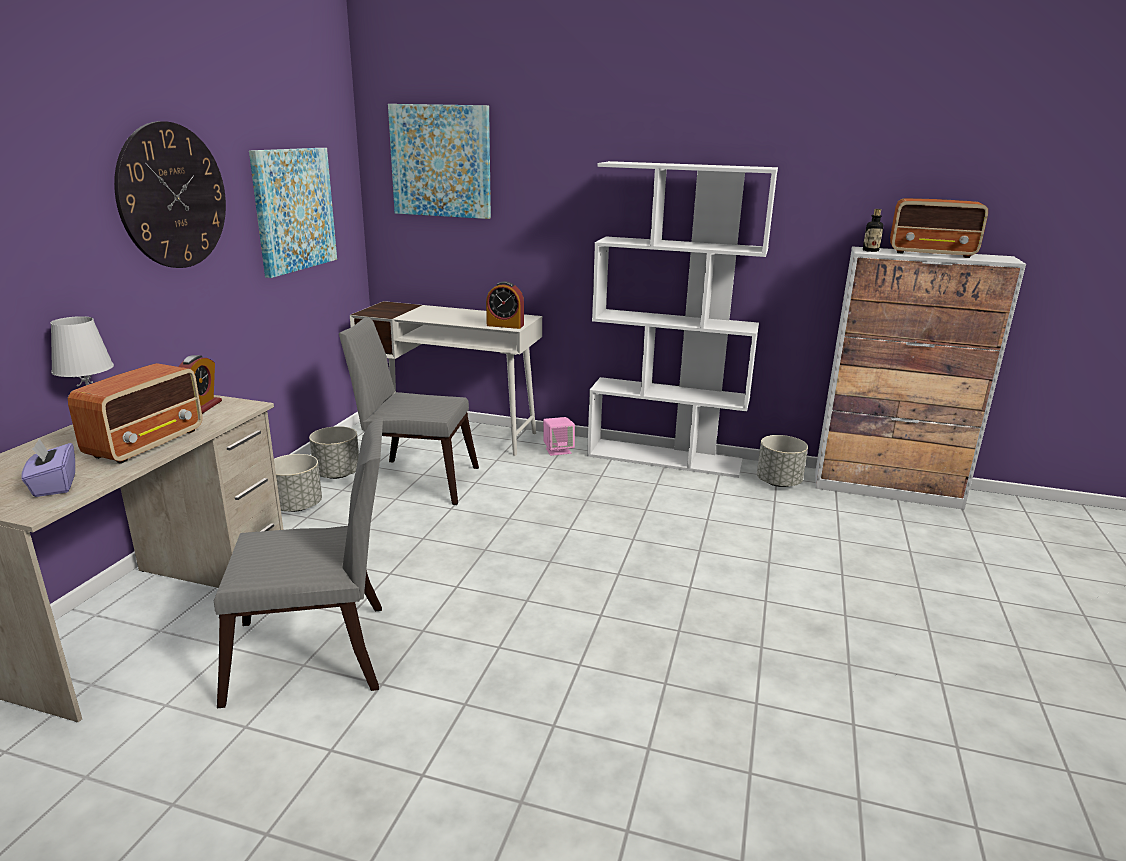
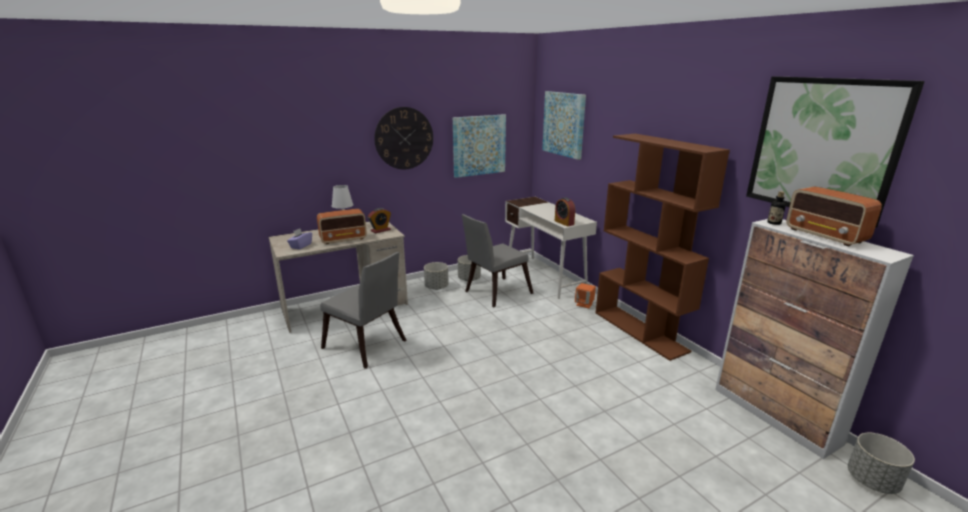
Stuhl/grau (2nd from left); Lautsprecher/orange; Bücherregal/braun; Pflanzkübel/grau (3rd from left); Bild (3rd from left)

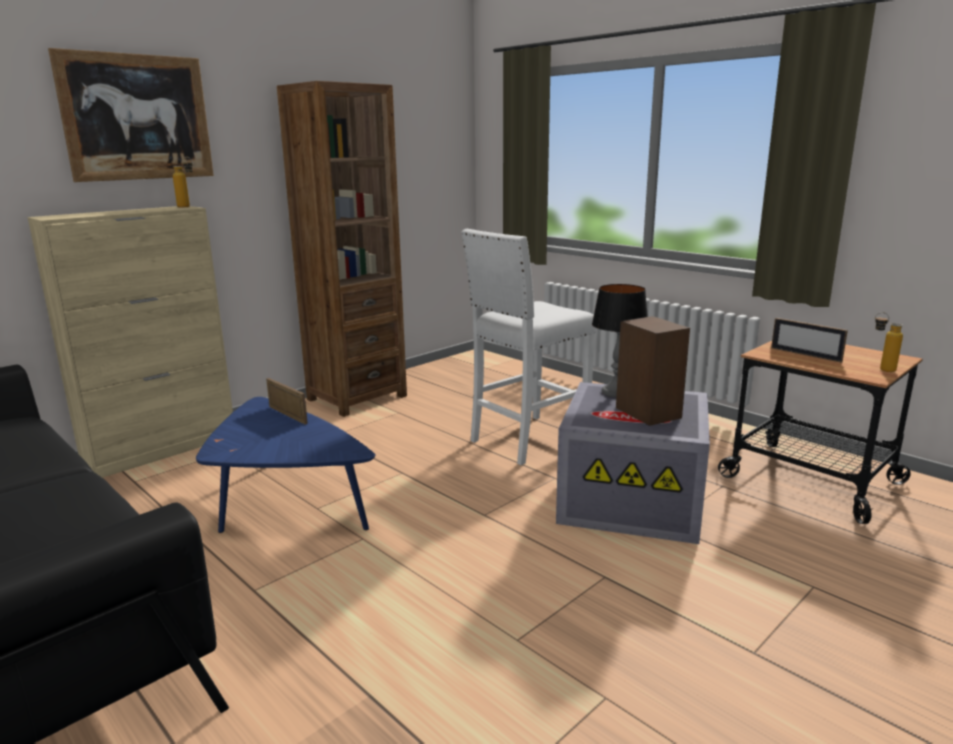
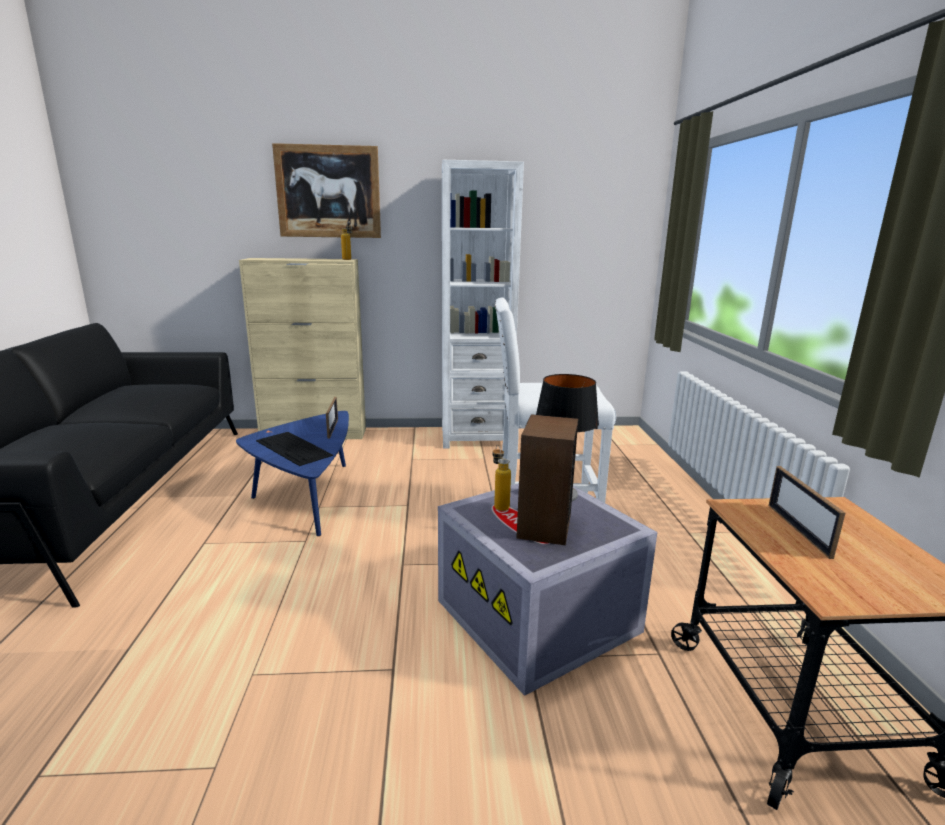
Bücherregal/weiß; Flasche (2nd from left); Tastatur

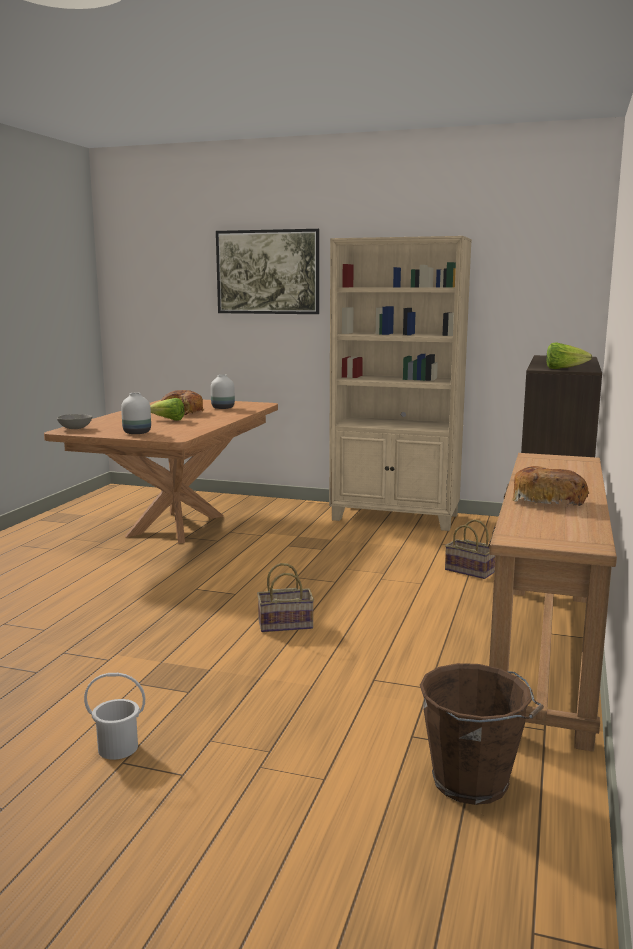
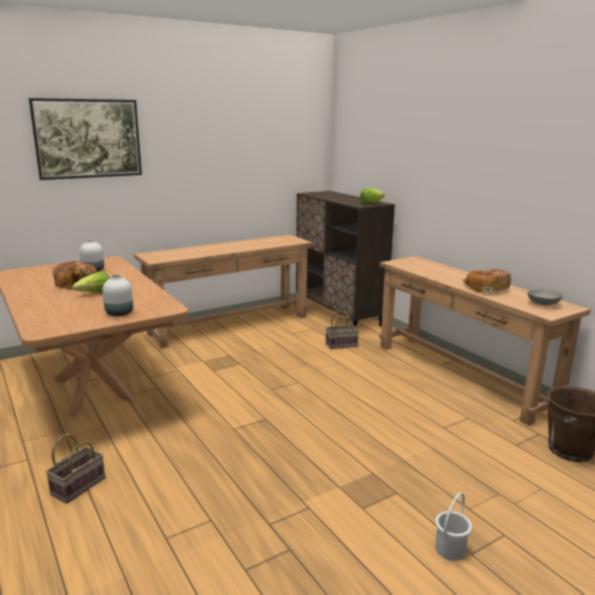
Schüssel/grau; Korb (1st from left); Konsolentisch/braun (1st from left)

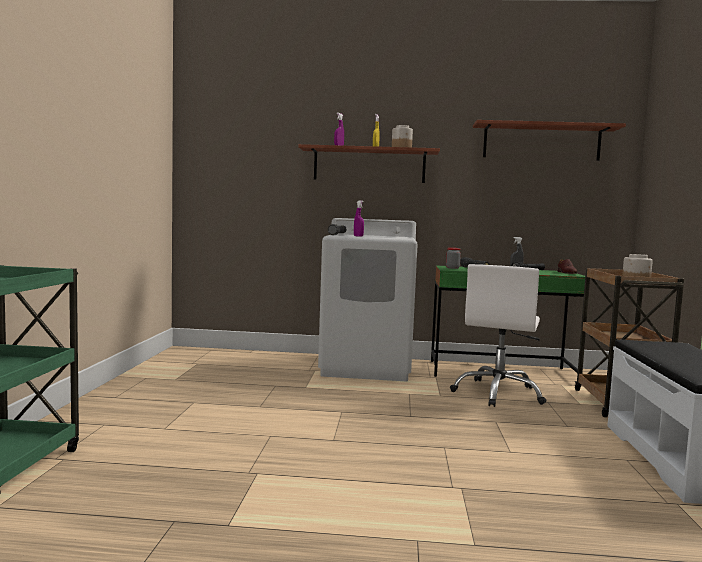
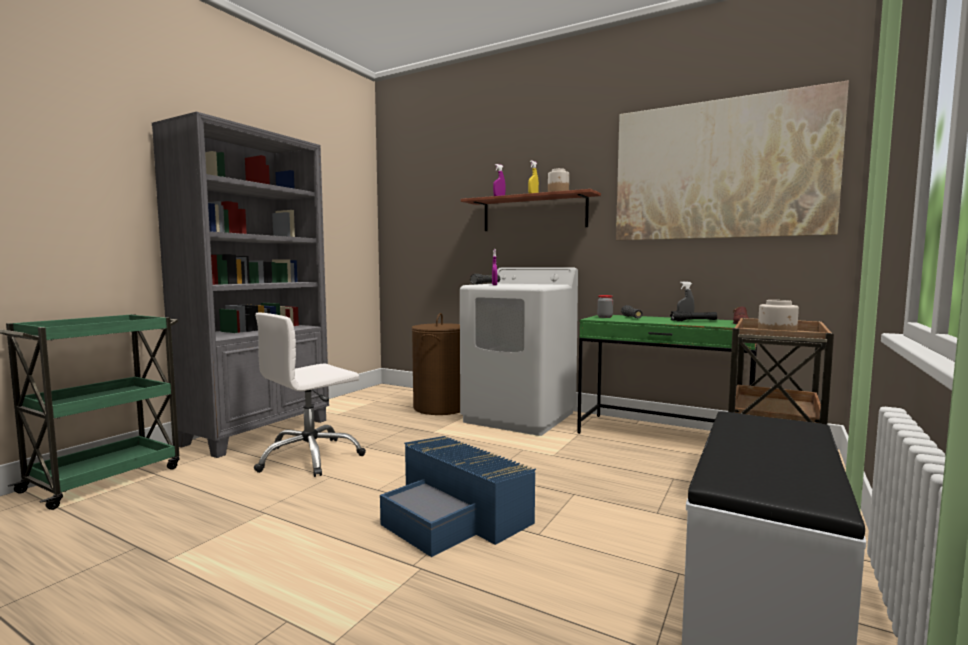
Bürostuhl/weiß; Bild; Bücherregal/grau; Aufbewahrungsbox/blau; Wäschekorb/braun

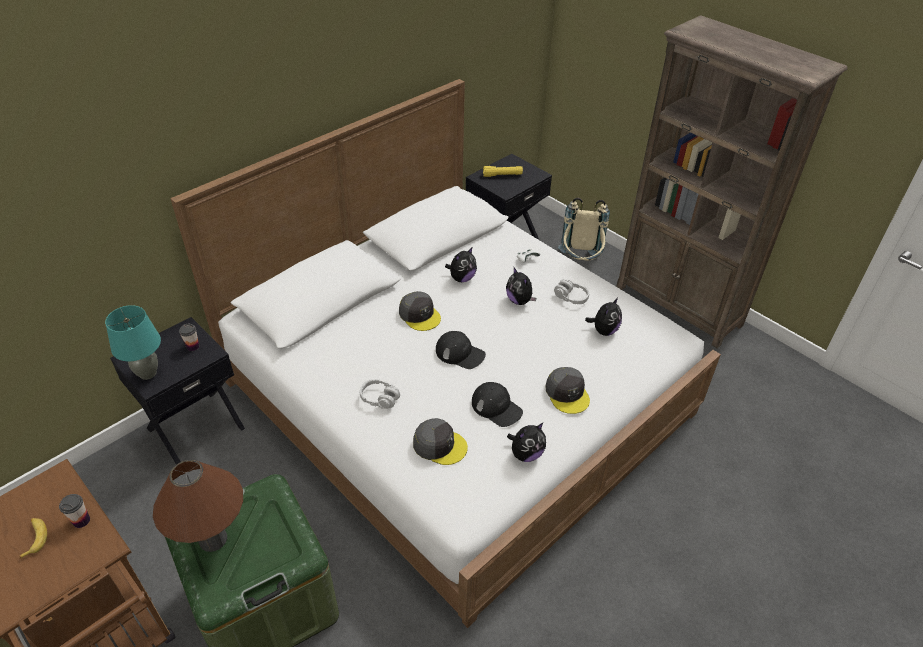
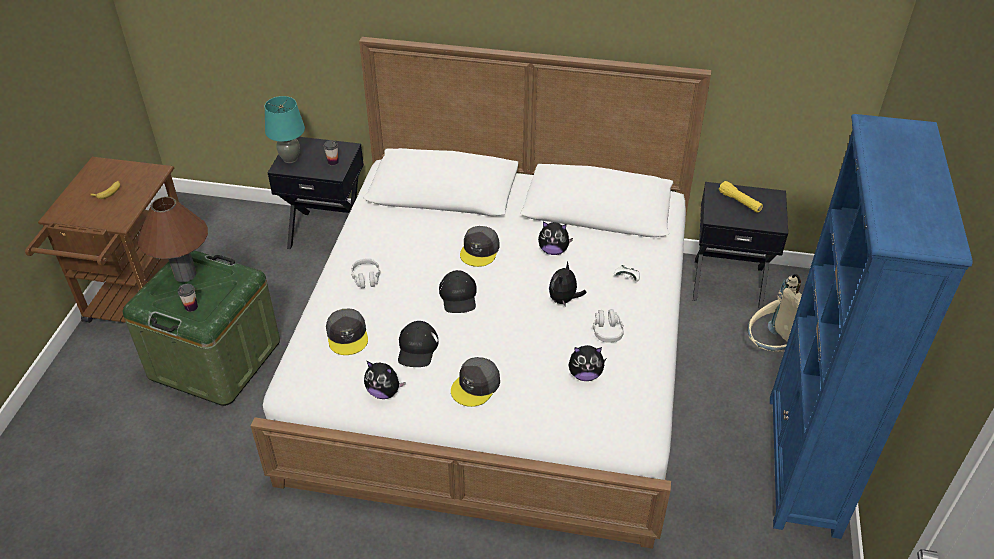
Tasse (1st from left); Bücherregal/blau

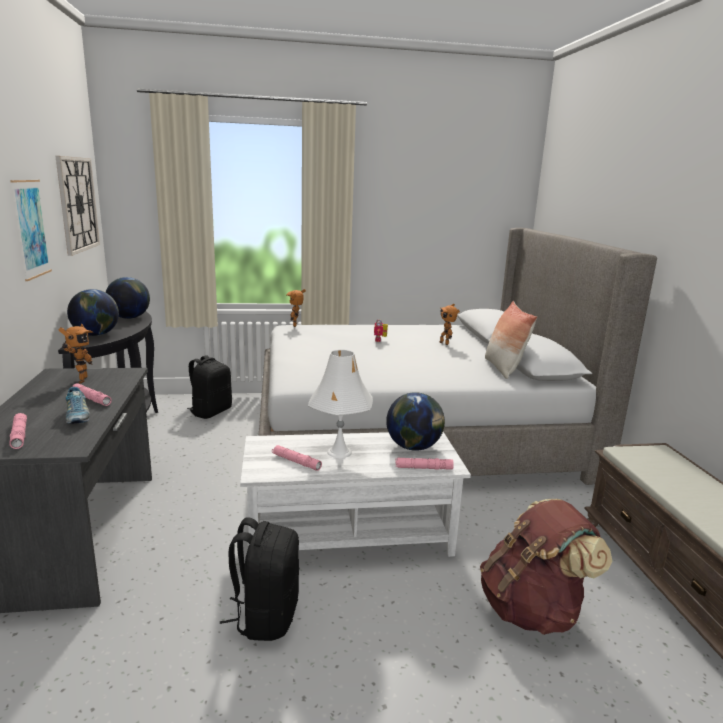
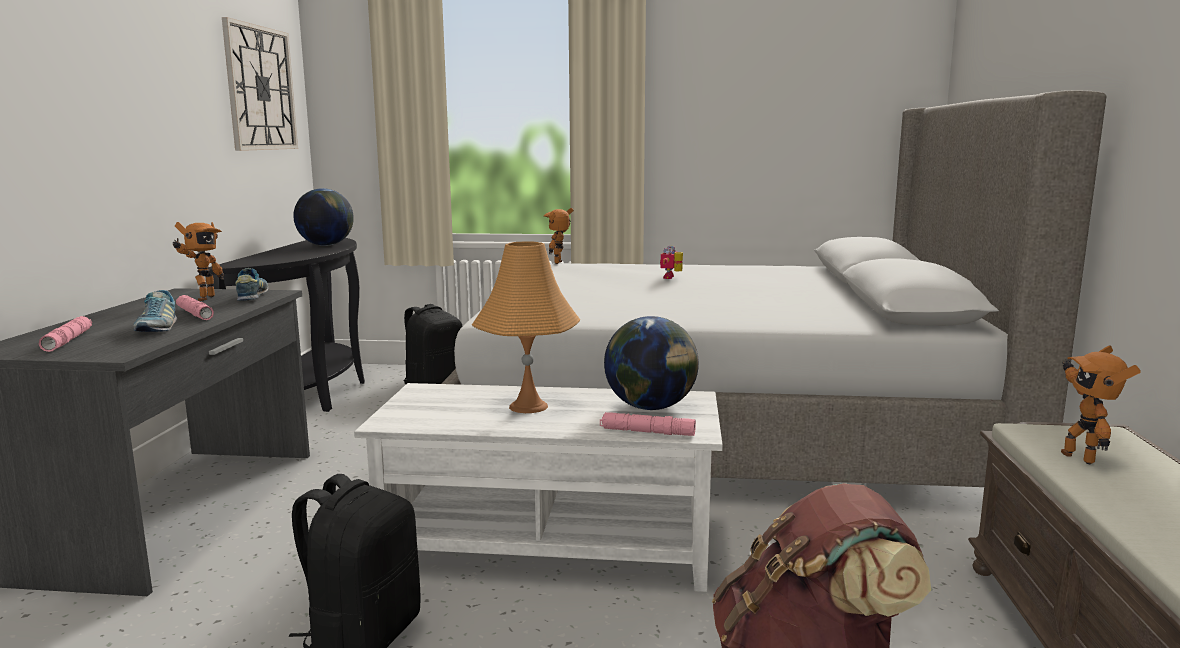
Bild; Globus (1st from left in the first image); Taschenlampe/rosa (3rd from left in the first image); Tischlampe/orange; Spielzeugroboter (4th from left); Kissen; Schuh (2nd from left)

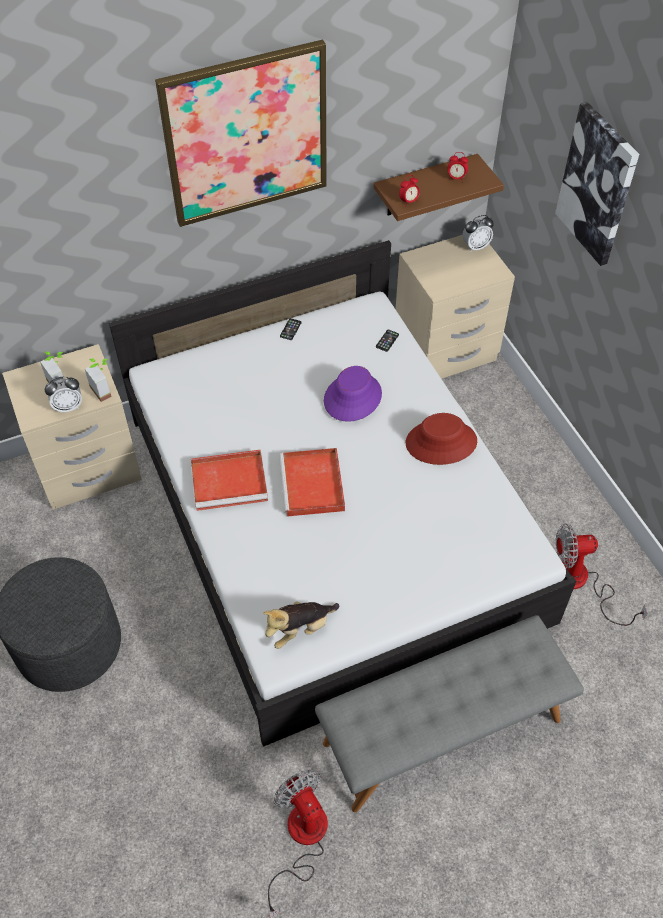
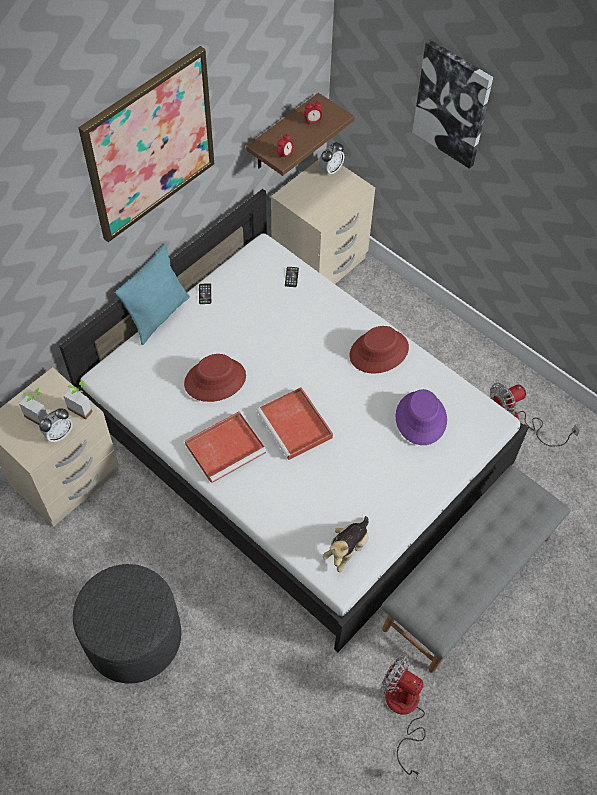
Hut/lila; Kissen/türkis; Hut/rot (1st from left)

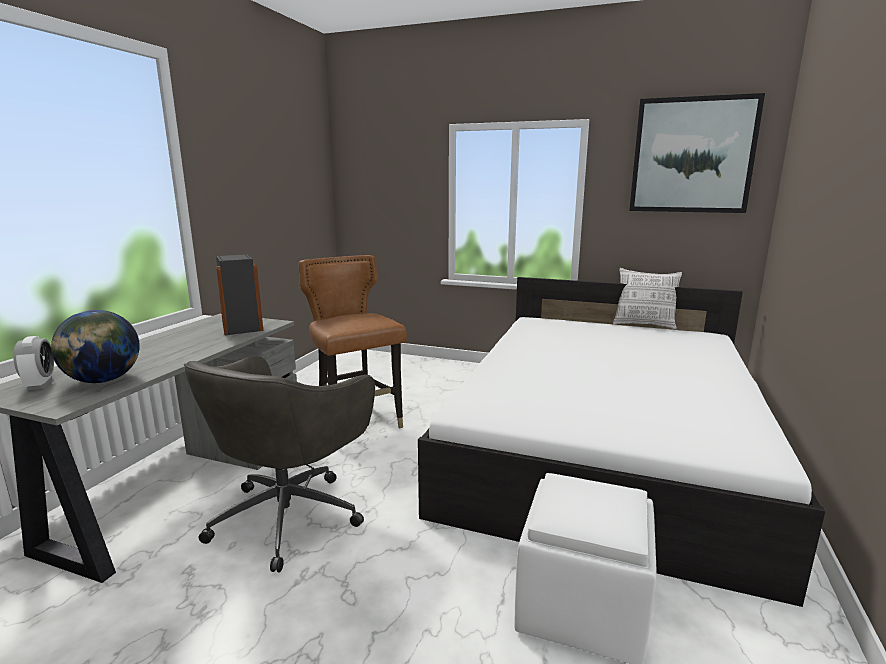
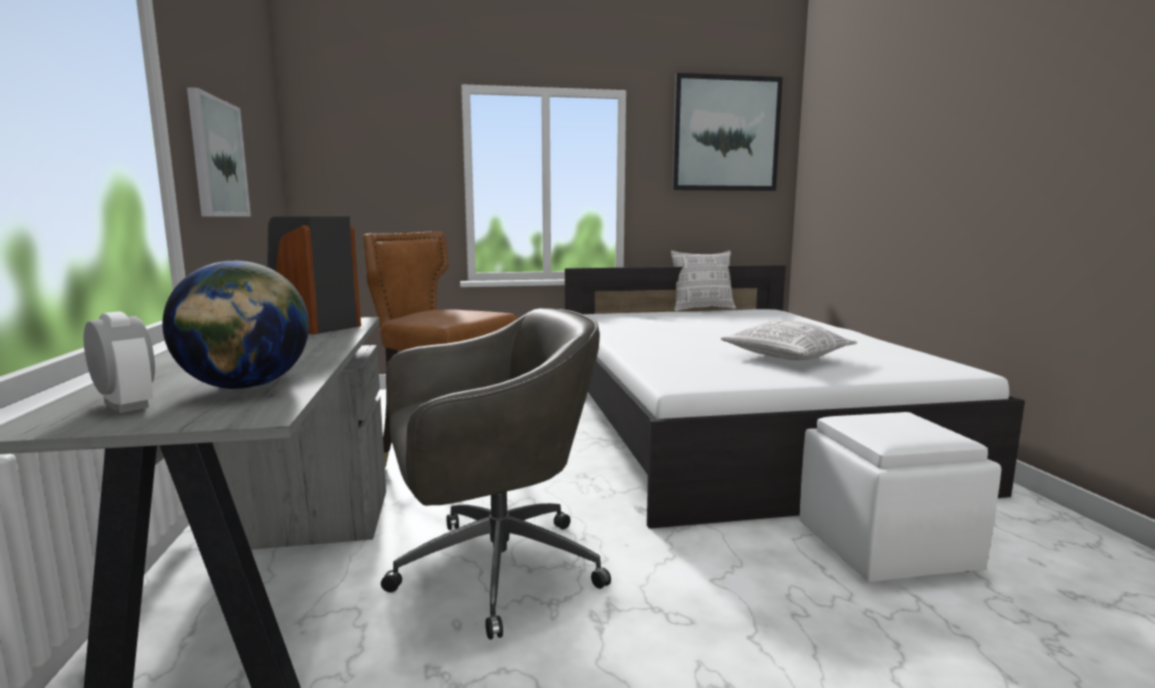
Bürostuhl/grau; Bild (1st from left); Kissen (2nd from left)

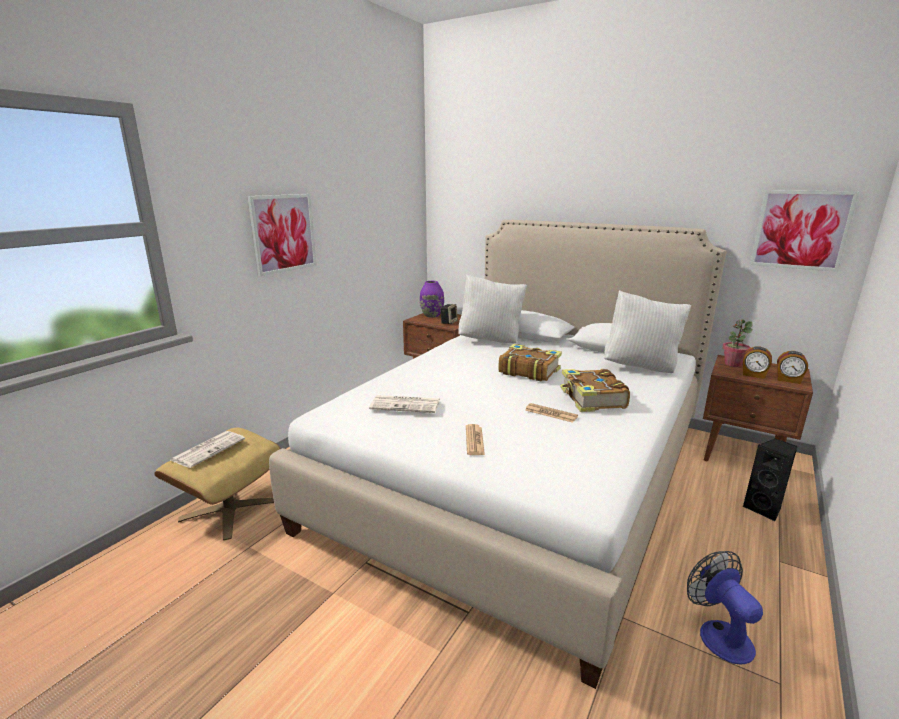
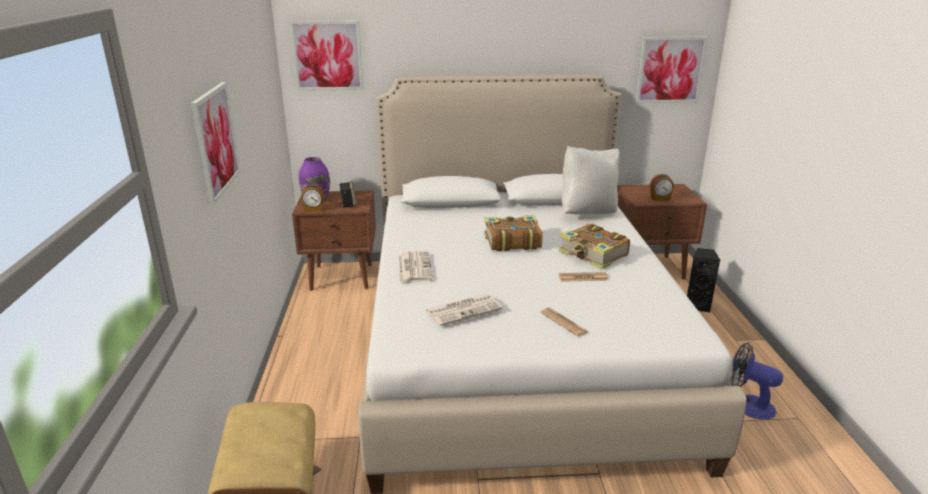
Zeitung (1st from left); Kissen/weiß (1st from left in the first image); Topfpflanze; Wecker (1st from left); Bild (2nd from left)

